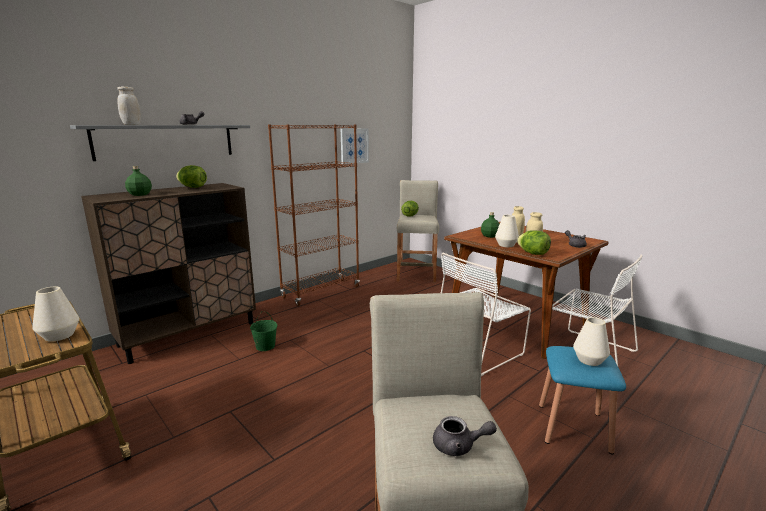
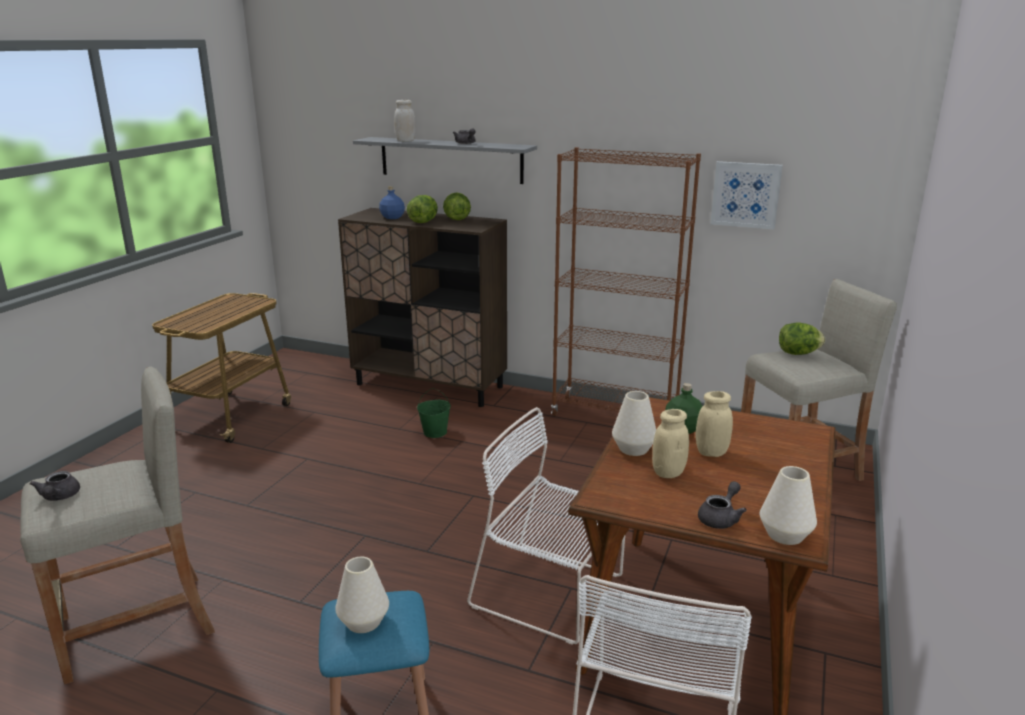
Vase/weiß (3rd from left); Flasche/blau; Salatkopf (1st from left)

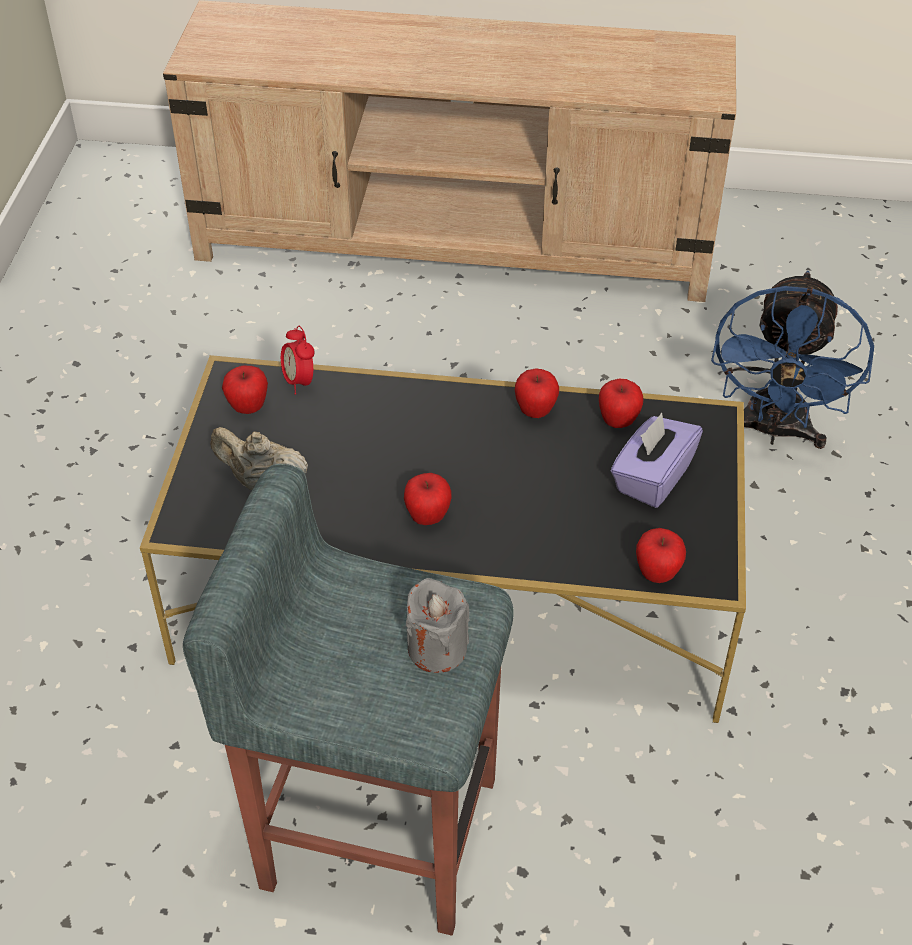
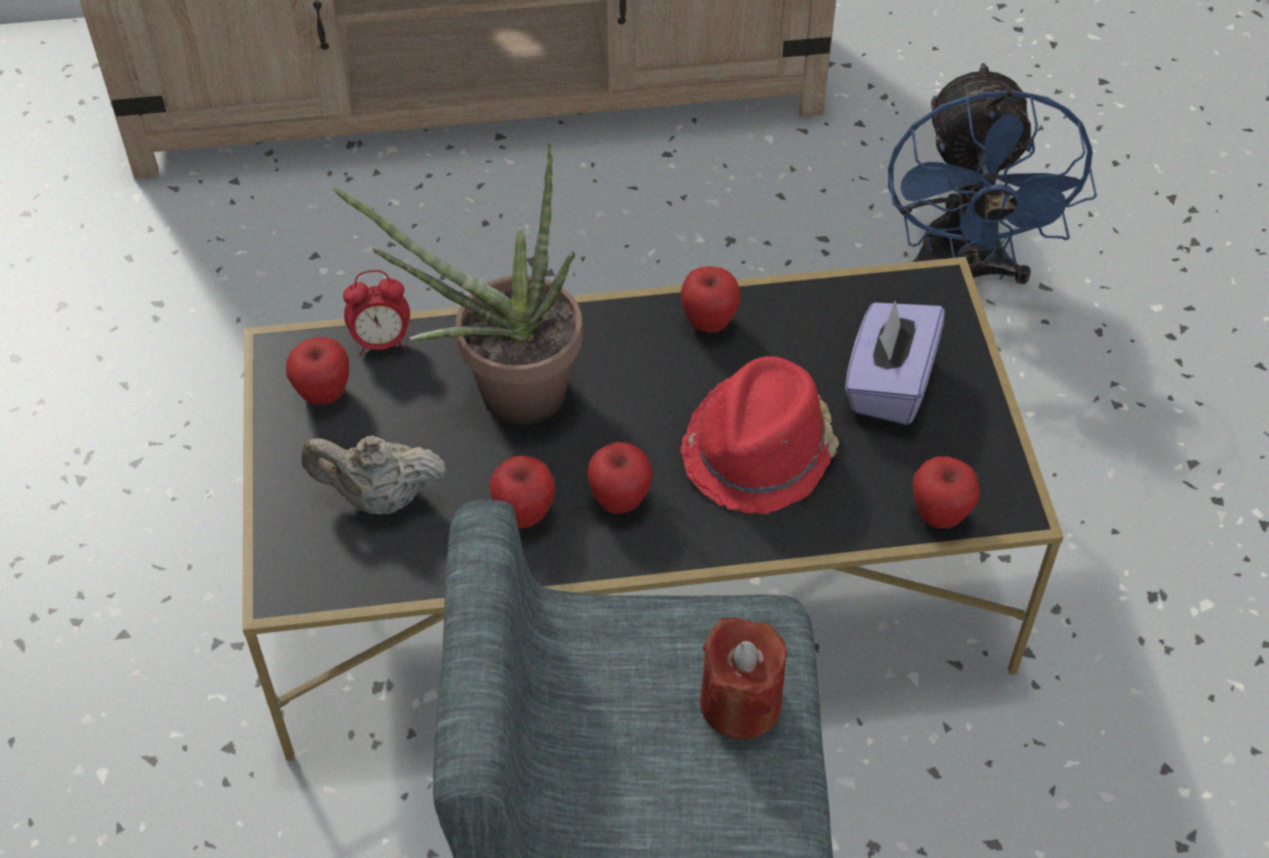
Wecker; Kerze/rot; Apfel (2nd from left); Topfpflanze; Hut/rot

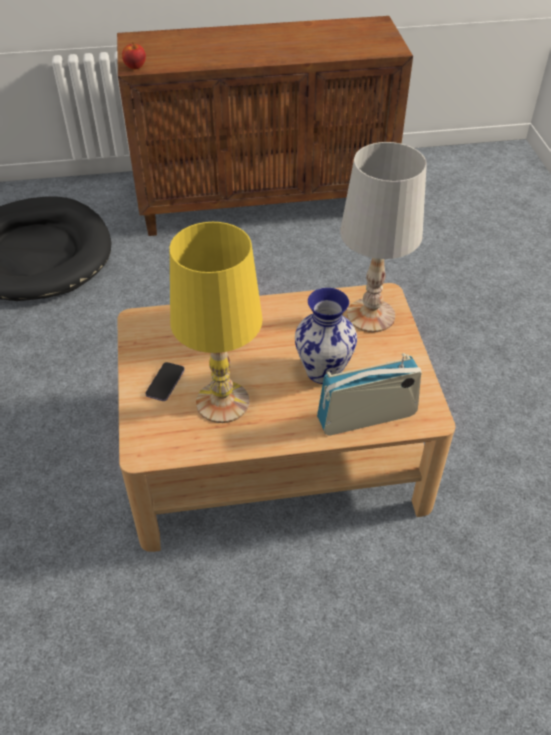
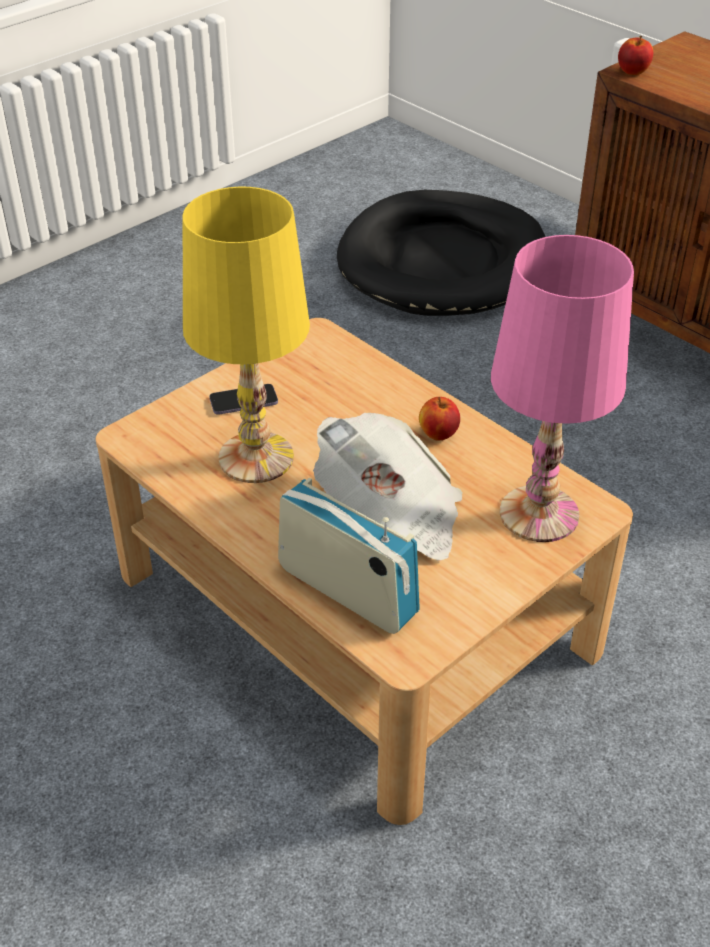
Zeitung; Tischlampe/rosa; Apfel (1st from left)

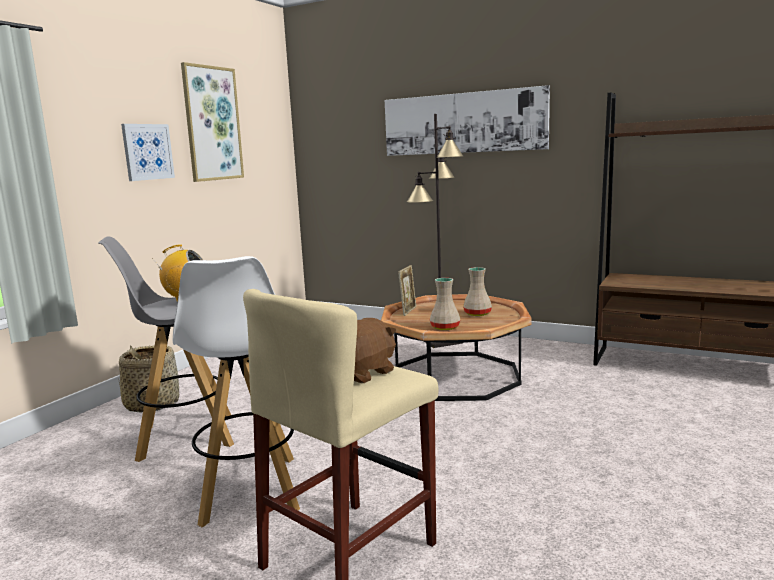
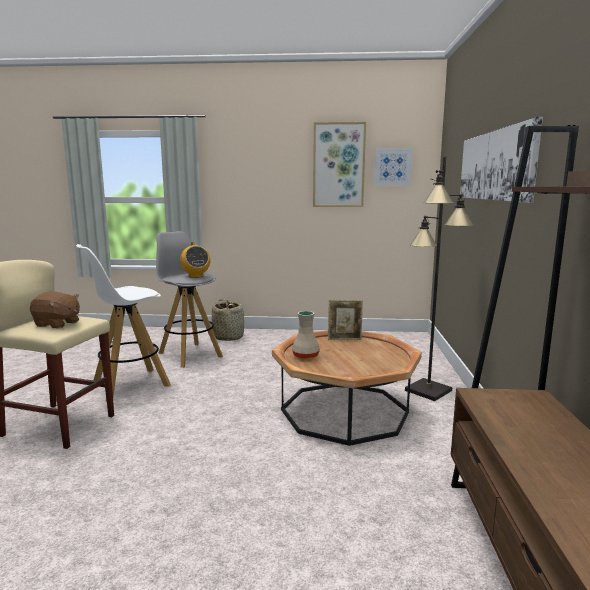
Bild (2nd from left); Vase/beige (2nd from left in the first image)

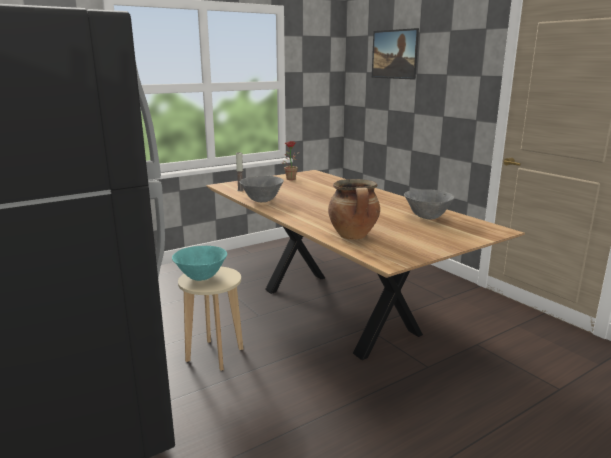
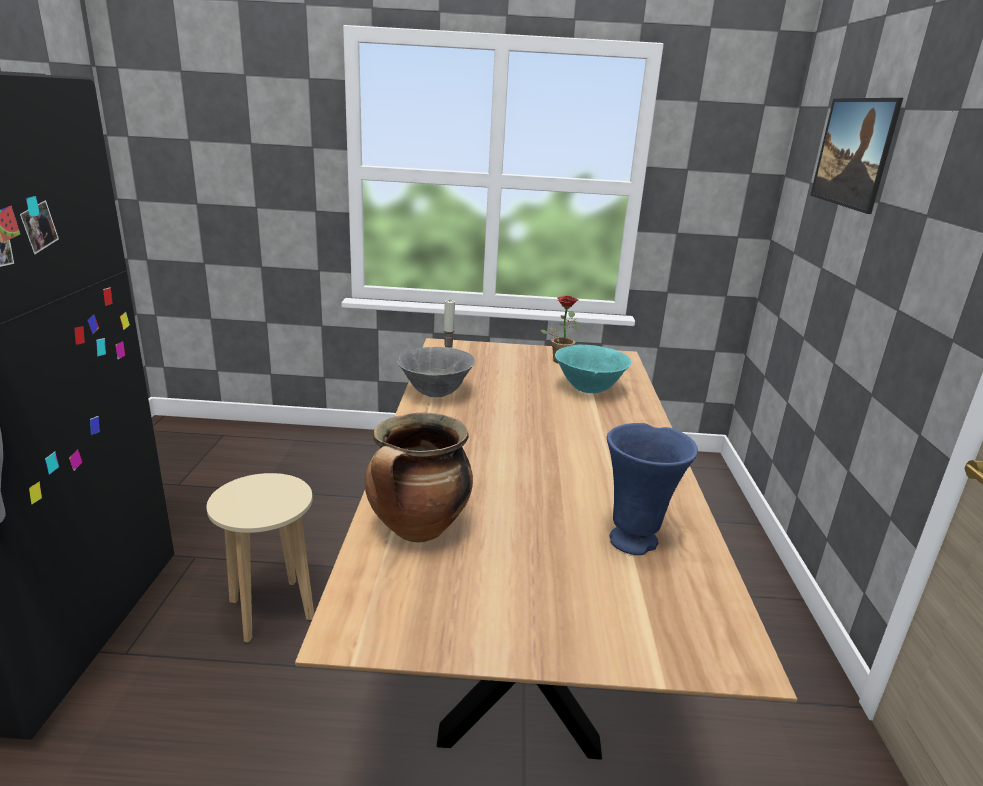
Schüssel/türkis; Vase/blau

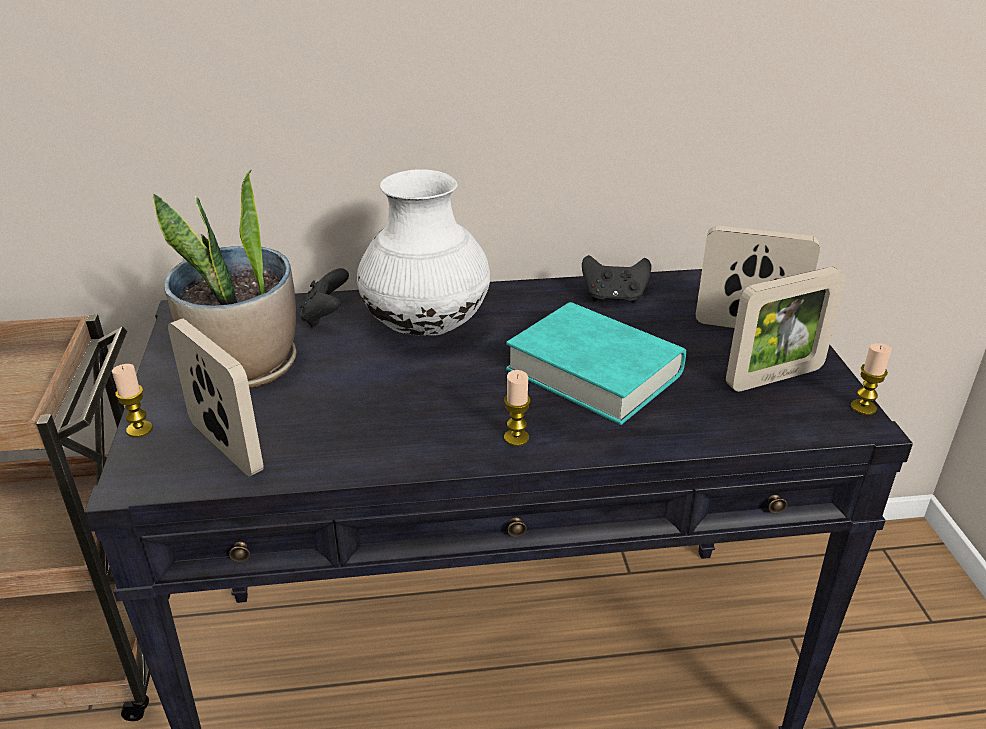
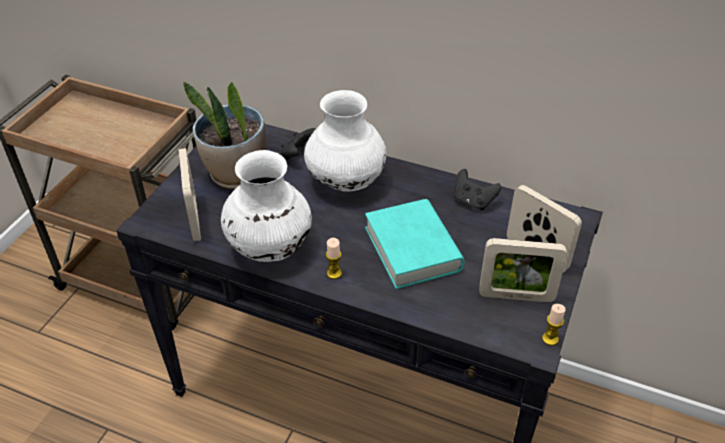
Kerze (1st from left in the first image); Vase/weiß (1st from left)

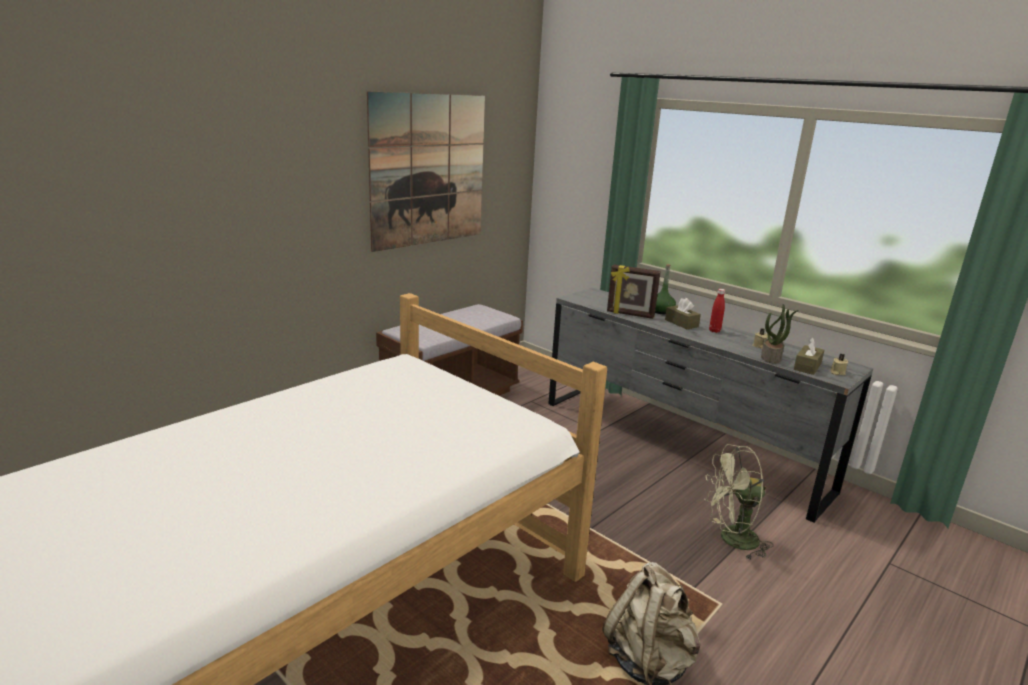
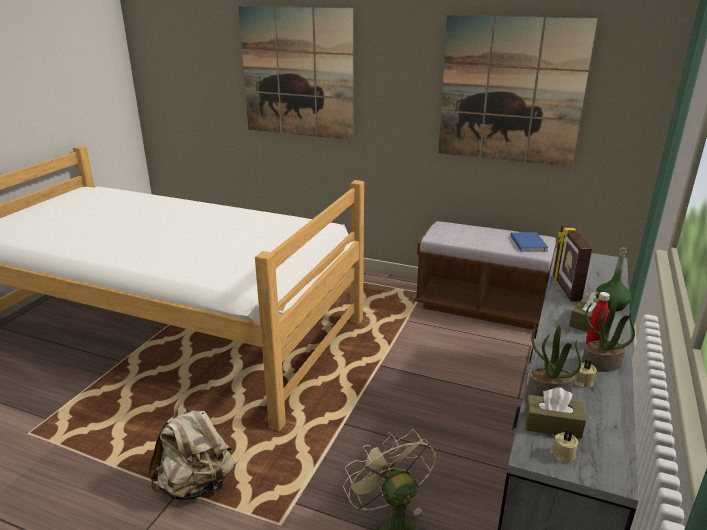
Bild (1st from left); Buch/blau; Topfpflanze (2nd from left)

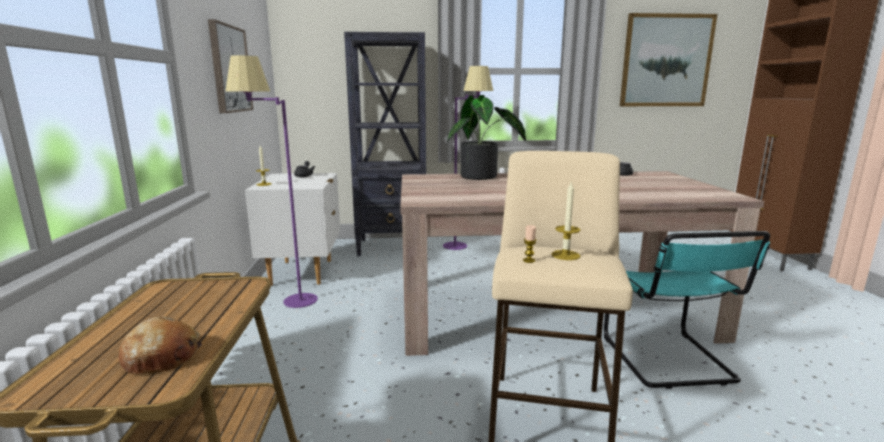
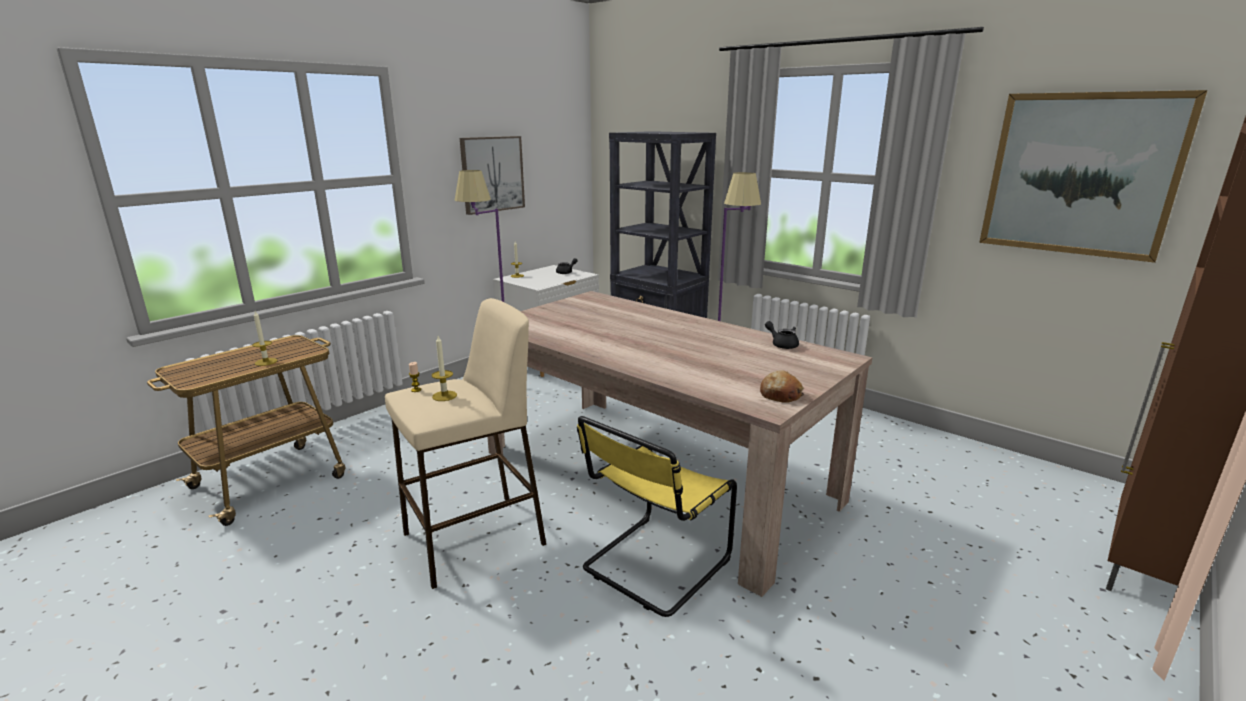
Brot; Topfpflanze; Stuhl/gelb; Kerze (1st from left)

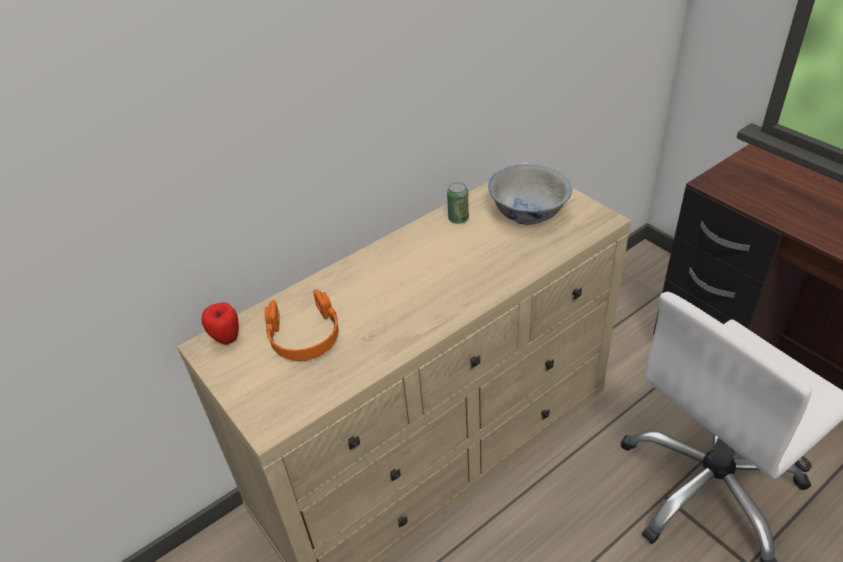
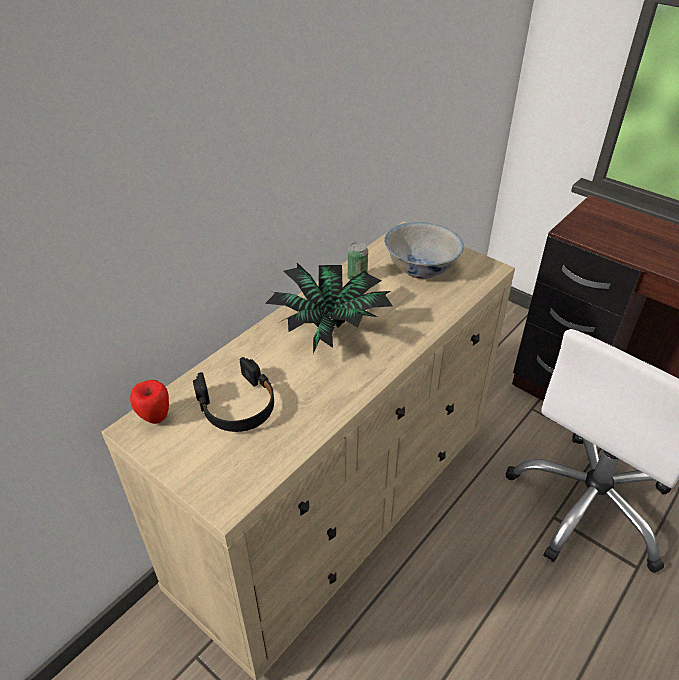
Kopfhörer/schwarz; Topfpflanze

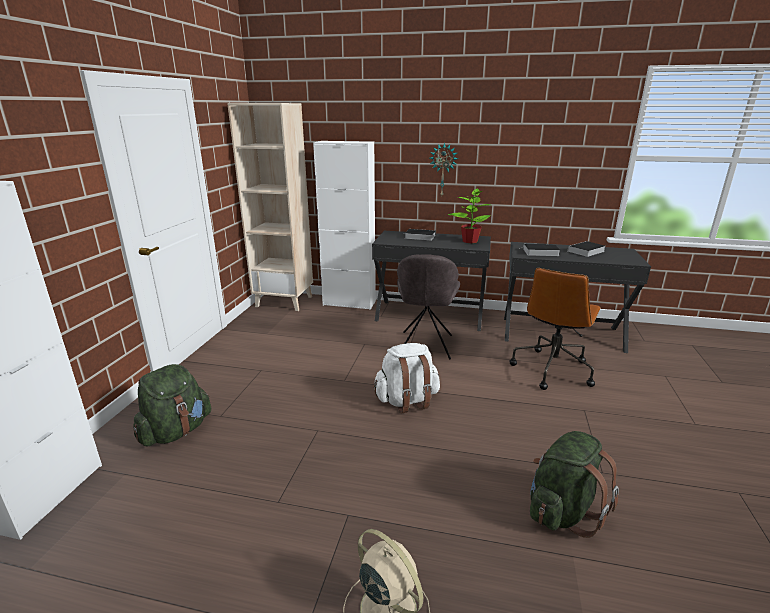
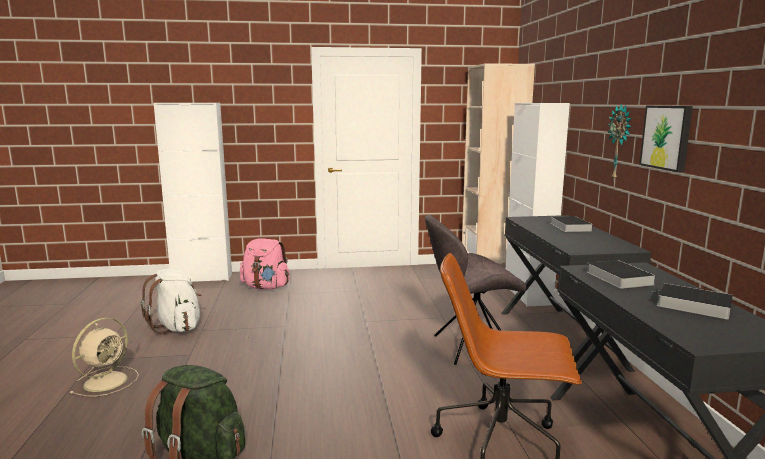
Rucksack/rosa; Rucksack/weiß; Topfpflanze; Bild

